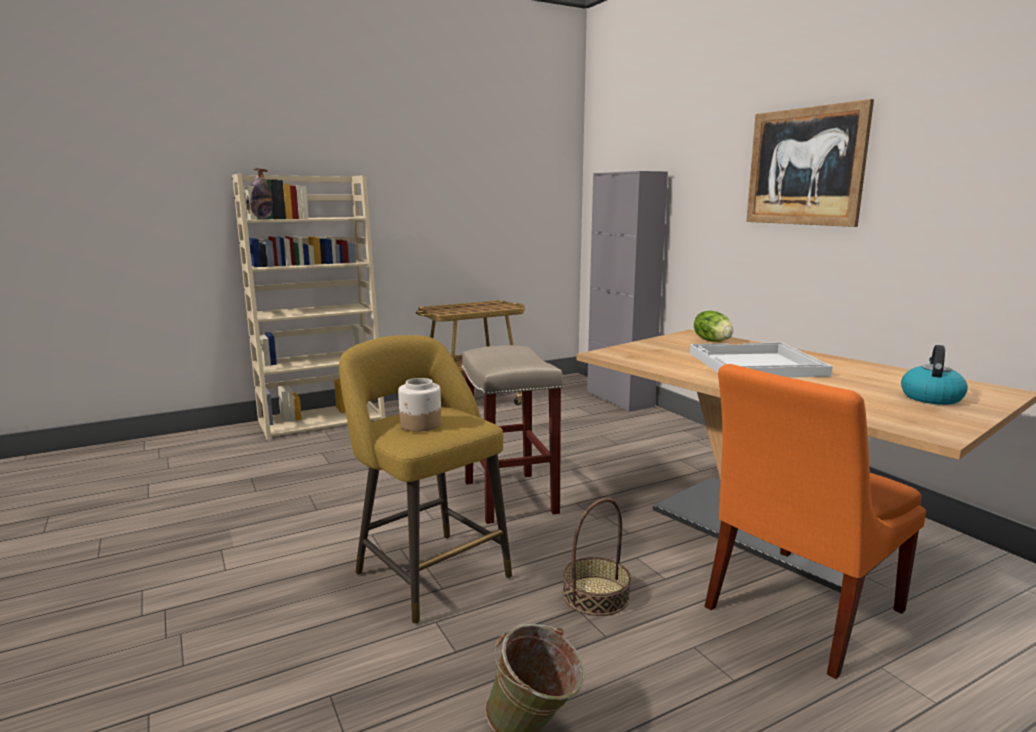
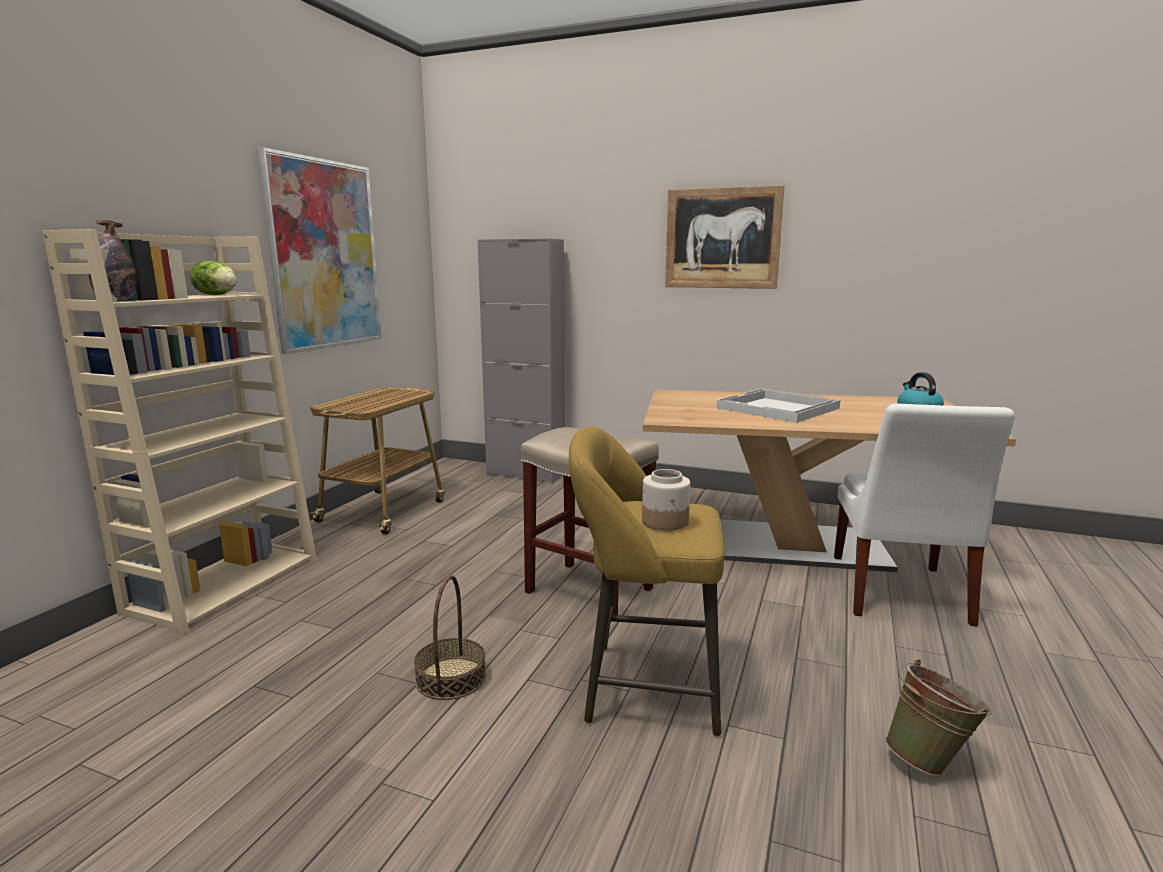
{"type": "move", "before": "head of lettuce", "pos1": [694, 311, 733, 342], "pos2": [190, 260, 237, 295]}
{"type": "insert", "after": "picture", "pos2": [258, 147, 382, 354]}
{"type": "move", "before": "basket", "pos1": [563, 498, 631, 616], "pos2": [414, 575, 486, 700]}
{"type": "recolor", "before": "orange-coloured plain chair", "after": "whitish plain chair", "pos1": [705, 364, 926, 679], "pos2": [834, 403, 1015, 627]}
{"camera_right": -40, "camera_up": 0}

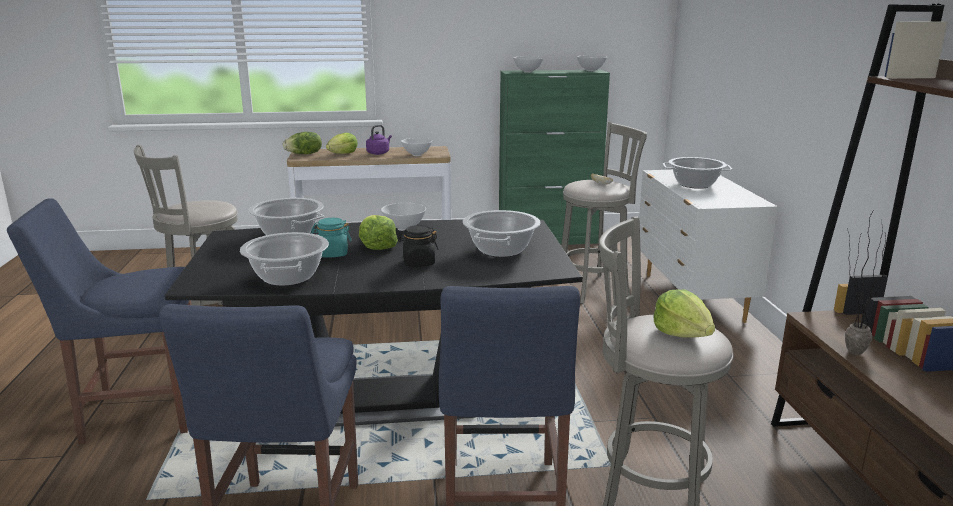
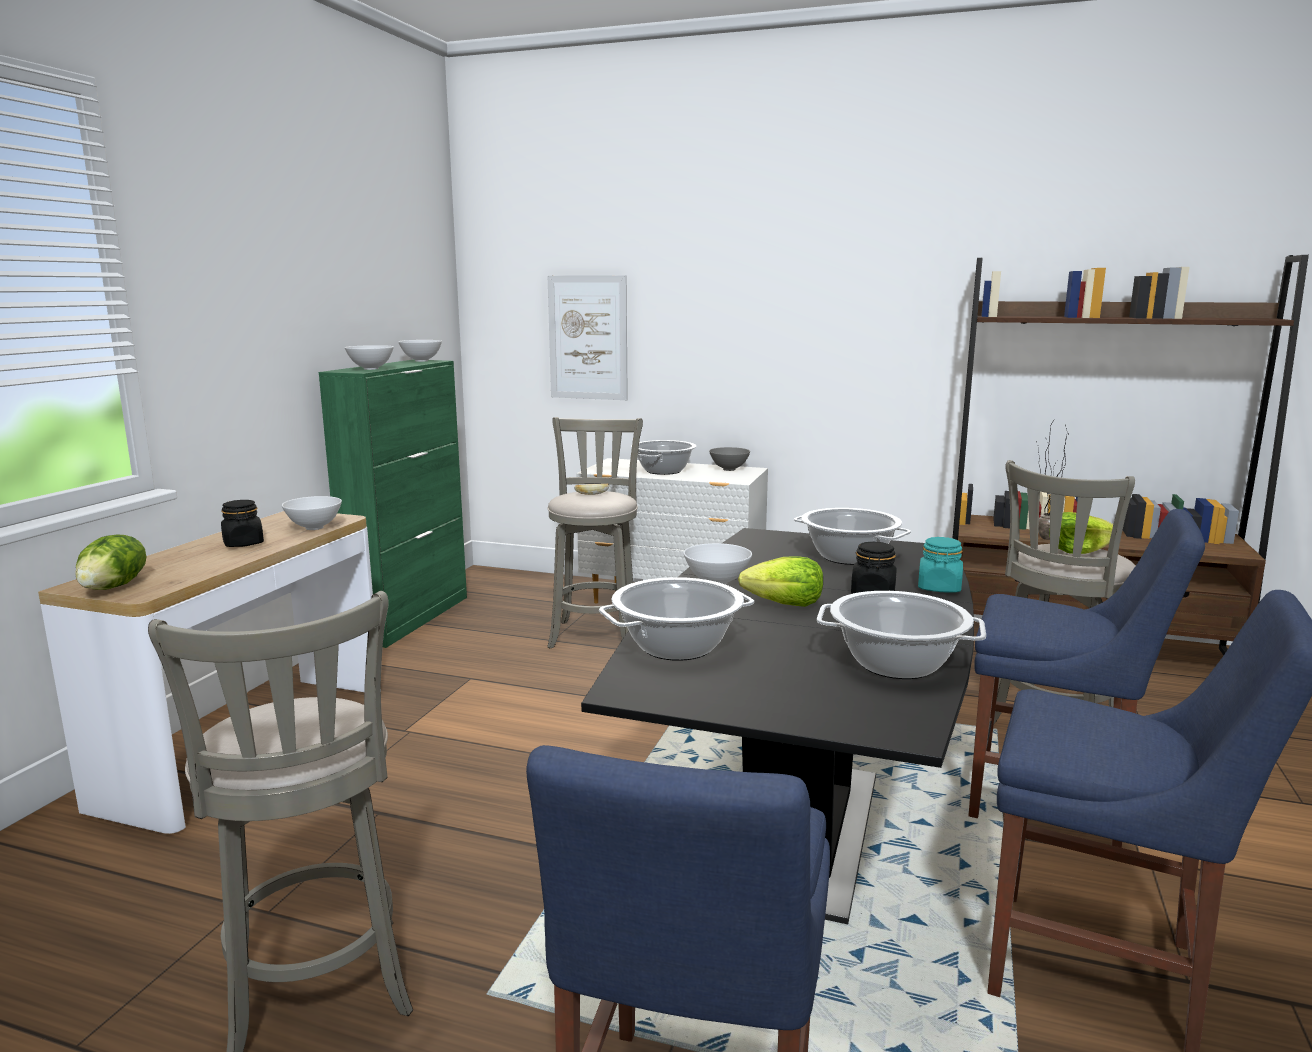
{"type": "replace", "before": "purple-coloured water kettle", "after": "blackish storage jar", "pos1": [366, 125, 392, 155], "pos2": [221, 500, 264, 547]}
{"type": "insert", "after": "picture", "pos2": [548, 275, 628, 400]}
{"type": "insert", "after": "grey serving bowl", "pos2": [709, 447, 750, 471]}
{"type": "move", "before": "turquoise storage jar", "pos1": [311, 218, 351, 257], "pos2": [918, 537, 963, 593]}
{"type": "delete", "before": "head of lettuce", "pos1": [326, 132, 358, 154]}
{"camera_right": -65, "camera_up": -5}

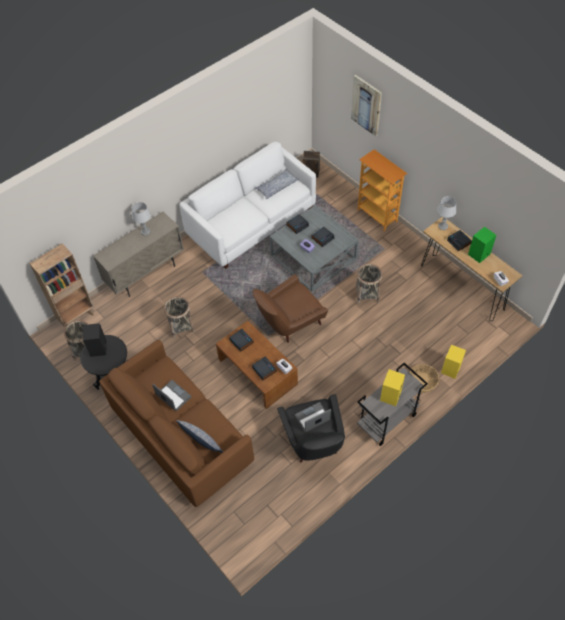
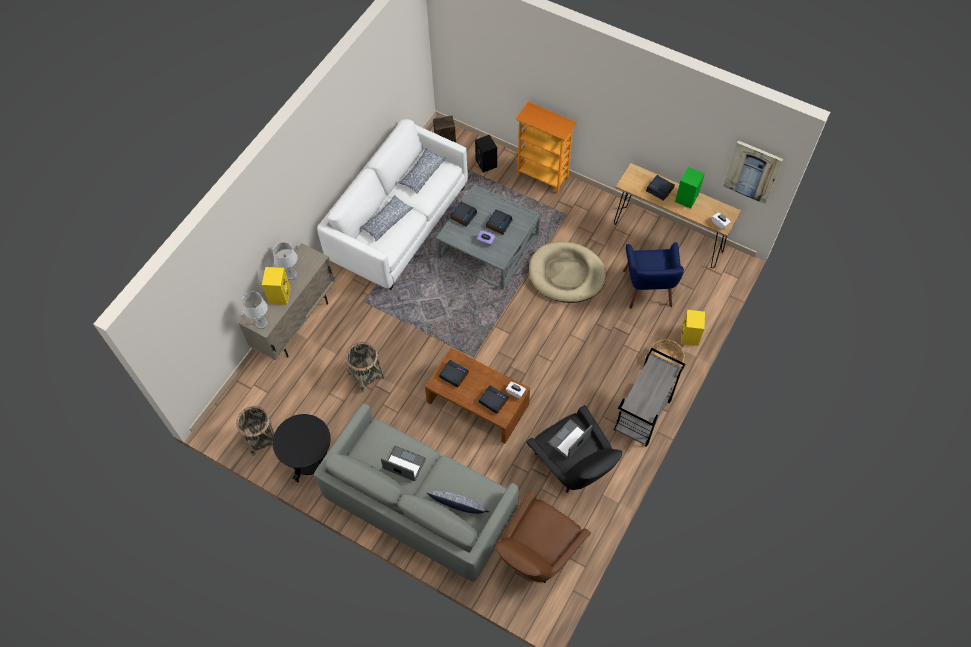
{"type": "move", "before": "grey lamp for a table", "pos1": [437, 196, 456, 230], "pos2": [242, 292, 268, 329]}
{"type": "move", "before": "yellow-coloured audio speaker", "pos1": [380, 369, 405, 406], "pos2": [262, 267, 291, 305]}
{"type": "recolor", "before": "brown couch", "after": "grey couch", "pos1": [99, 340, 254, 507], "pos2": [314, 403, 519, 582]}
{"type": "insert", "after": "cushion", "pos2": [360, 195, 413, 241]}
{"type": "move", "before": "blackish audio speaker", "pos1": [83, 323, 107, 357], "pos2": [475, 134, 497, 173]}
{"type": "move", "before": "brown lounge chair", "pos1": [253, 274, 328, 343], "pos2": [496, 491, 591, 583]}
{"type": "replace", "before": "basket", "after": "sand-coloured pet bed", "pos1": [356, 264, 382, 303], "pos2": [529, 242, 606, 303]}
{"type": "insert", "after": "blue lounge chair", "pos2": [623, 242, 684, 309]}
{"type": "move", "before": "picture", "pos1": [351, 74, 382, 136], "pos2": [723, 140, 783, 204]}
{"type": "delete", "before": "brown bookcase", "pos1": [29, 243, 94, 327]}
{"camera_right": -20, "camera_up": 5}

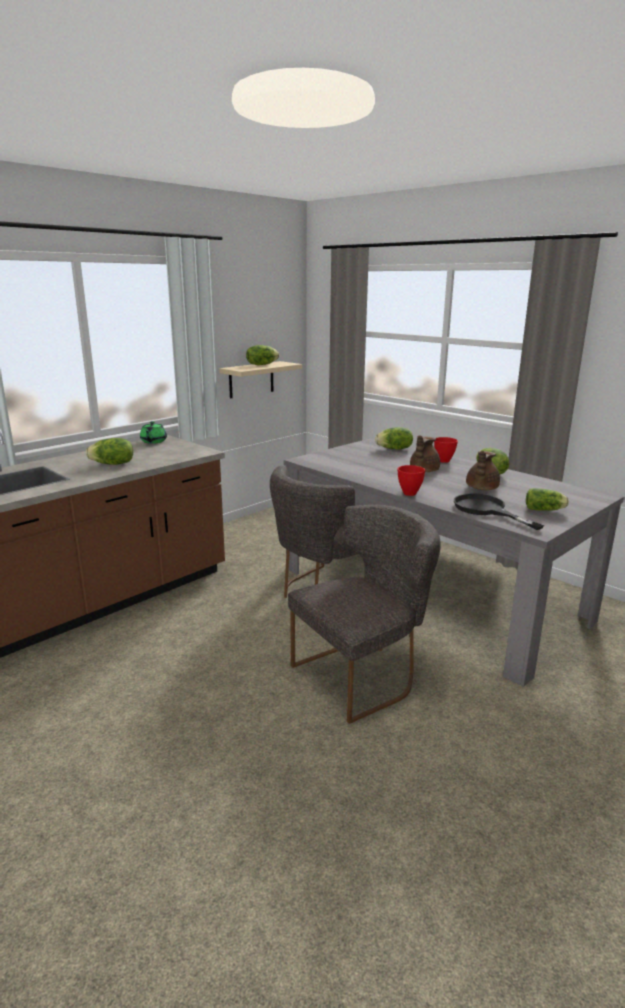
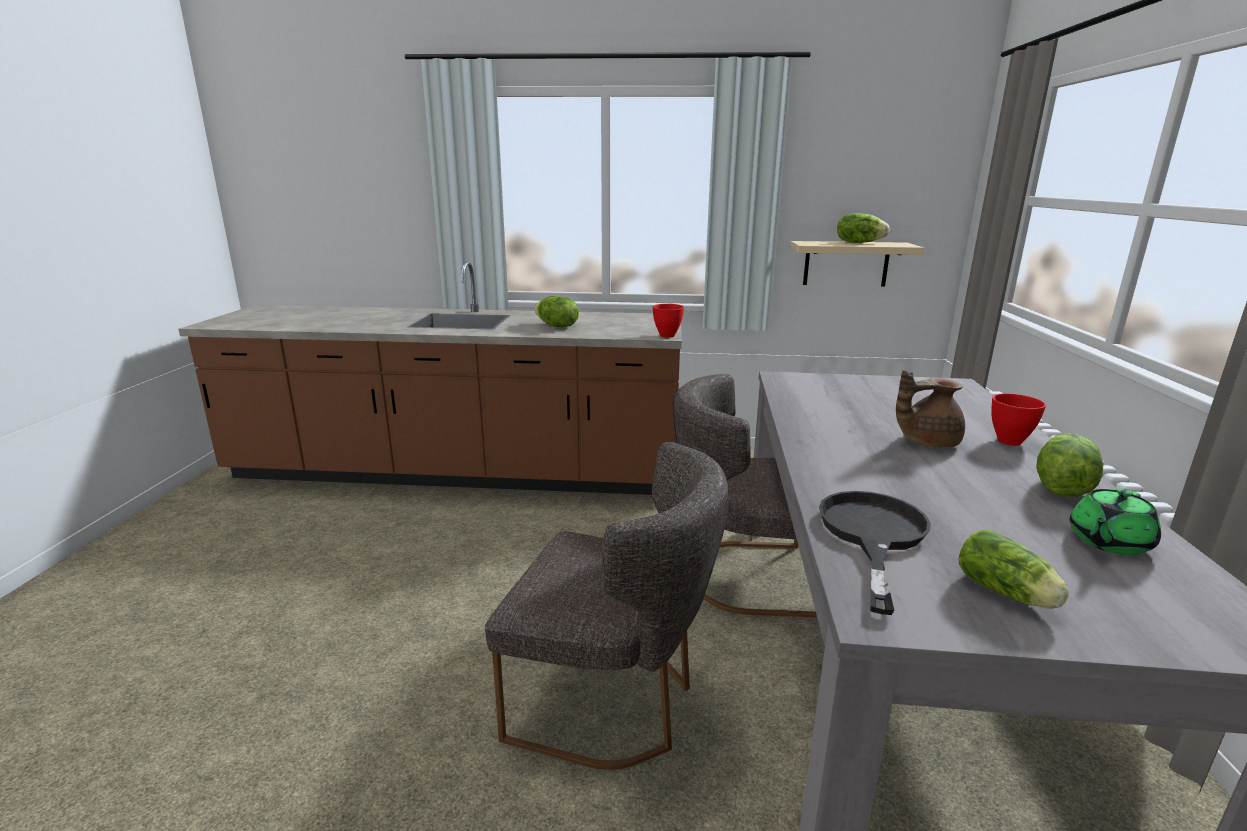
{"type": "move", "before": "red-coloured serving bowl", "pos1": [397, 465, 425, 496], "pos2": [652, 304, 684, 338]}
{"type": "move", "before": "green-coloured pot for tea", "pos1": [140, 421, 167, 444], "pos2": [1070, 488, 1161, 555]}
{"type": "delete", "before": "head of lettuce", "pos1": [375, 427, 413, 450]}
{"type": "delete", "before": "brown pot for tea", "pos1": [466, 451, 500, 490]}
{"camera_right": 50, "camera_up": 0}

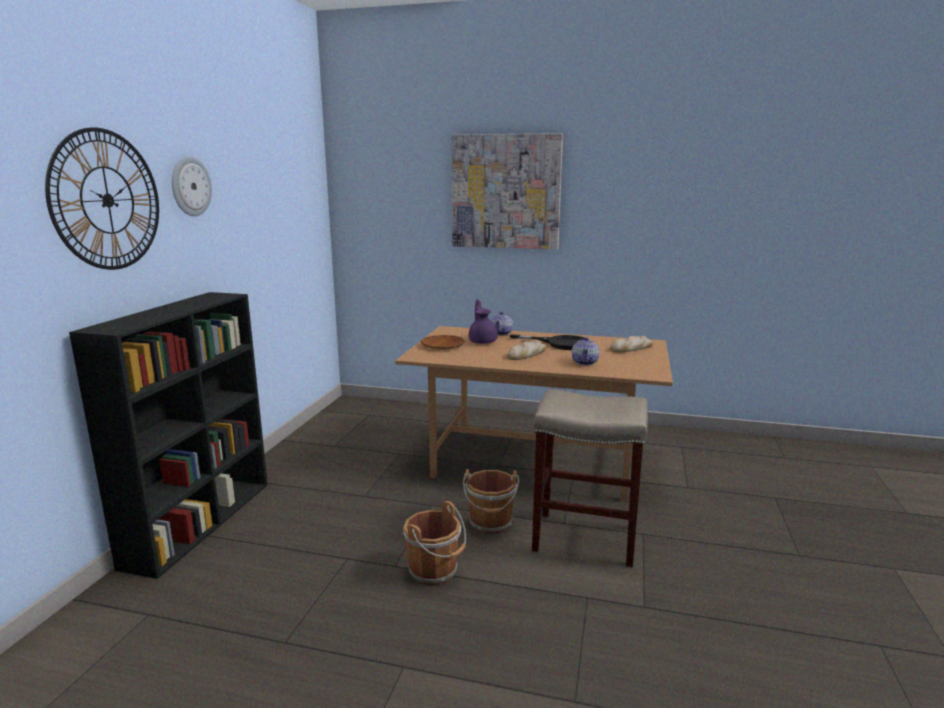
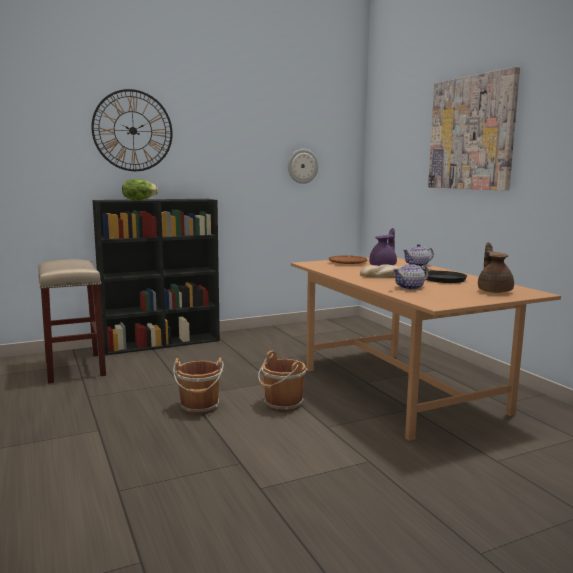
{"type": "move", "before": "sand-coloured sitting stool", "pos1": [532, 389, 648, 567], "pos2": [38, 259, 106, 383]}
{"type": "insert", "after": "head of lettuce", "pos2": [122, 179, 158, 200]}
{"type": "move", "before": "hanging clock", "pos1": [172, 156, 212, 216], "pos2": [288, 149, 318, 184]}
{"type": "replace", "before": "bakery bread", "after": "brown pot for tea", "pos1": [610, 336, 653, 352], "pos2": [478, 242, 514, 293]}
{"camera_right": 50, "camera_up": -5}

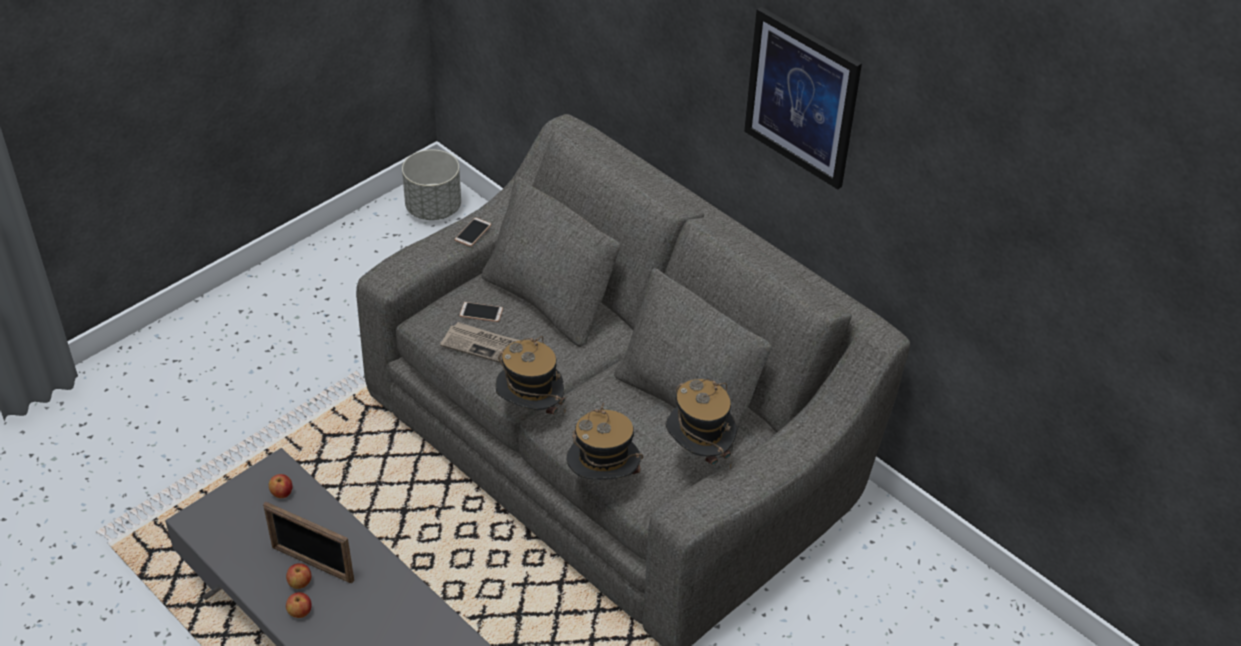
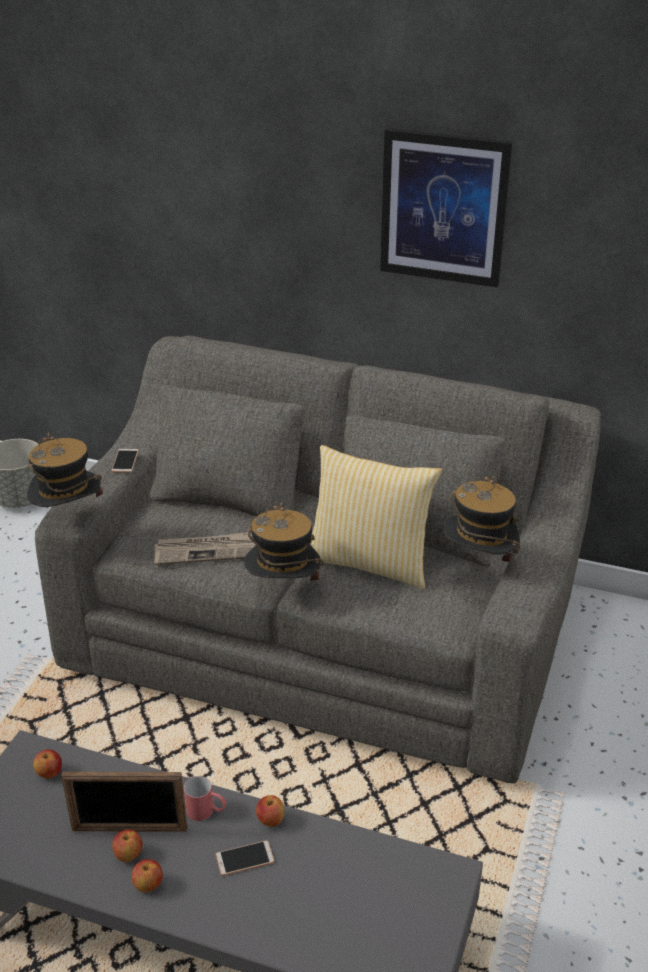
{"type": "move", "before": "hat", "pos1": [566, 403, 644, 480], "pos2": [27, 432, 103, 507]}
{"type": "insert", "after": "red-coloured mug", "pos2": [184, 776, 227, 821]}
{"type": "move", "before": "phone", "pos1": [459, 302, 503, 322], "pos2": [215, 840, 275, 876]}
{"type": "insert", "after": "apple fruit", "pos2": [256, 795, 285, 827]}
{"type": "insert", "after": "cushion", "pos2": [310, 445, 442, 590]}
{"camera_right": -25, "camera_up": -10}

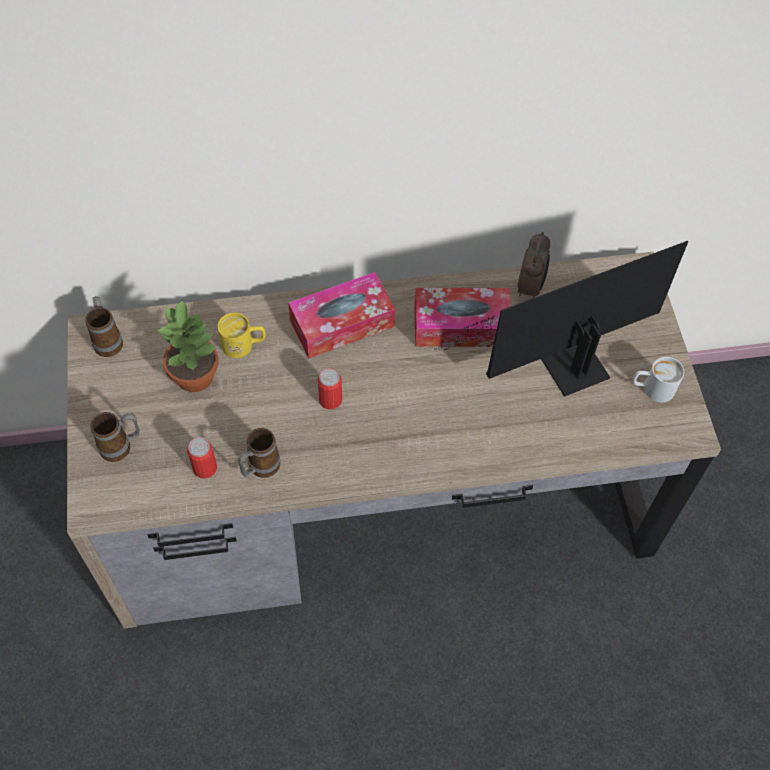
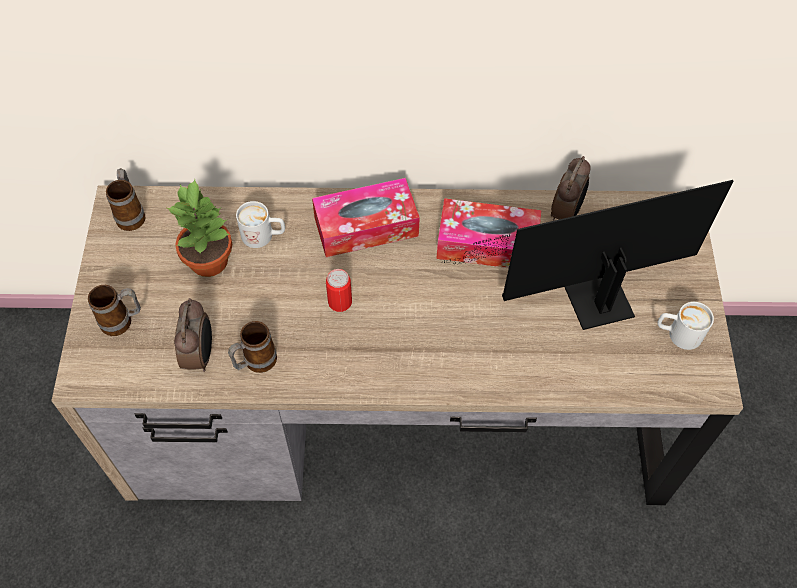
{"type": "replace", "before": "sealed can", "after": "alarm clock", "pos1": [187, 437, 217, 479], "pos2": [174, 298, 212, 372]}
{"type": "recolor", "before": "yellow-coloured mug", "after": "whitish mug", "pos1": [217, 313, 266, 358], "pos2": [236, 201, 285, 248]}
{"camera_right": 10, "camera_up": 0}

